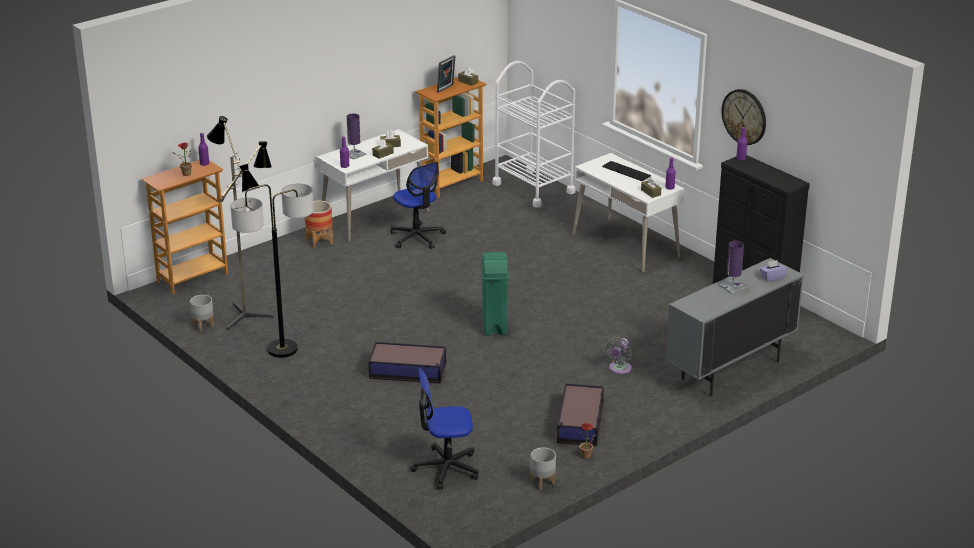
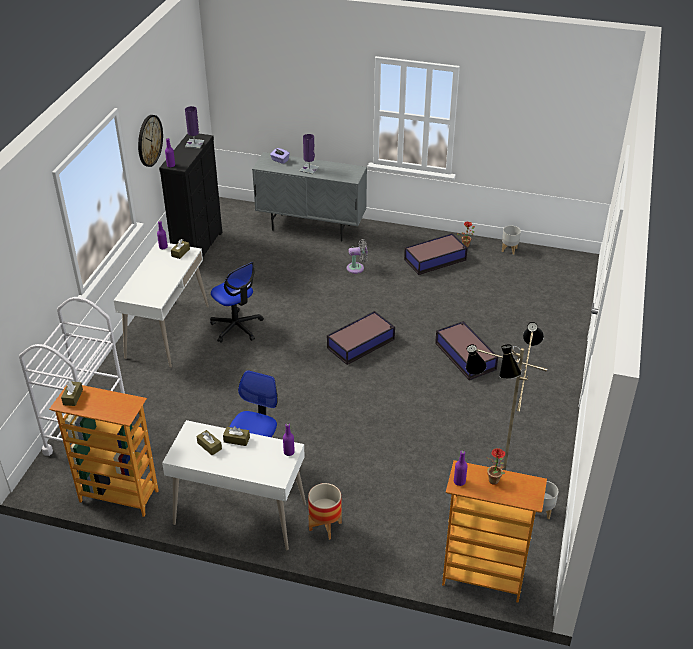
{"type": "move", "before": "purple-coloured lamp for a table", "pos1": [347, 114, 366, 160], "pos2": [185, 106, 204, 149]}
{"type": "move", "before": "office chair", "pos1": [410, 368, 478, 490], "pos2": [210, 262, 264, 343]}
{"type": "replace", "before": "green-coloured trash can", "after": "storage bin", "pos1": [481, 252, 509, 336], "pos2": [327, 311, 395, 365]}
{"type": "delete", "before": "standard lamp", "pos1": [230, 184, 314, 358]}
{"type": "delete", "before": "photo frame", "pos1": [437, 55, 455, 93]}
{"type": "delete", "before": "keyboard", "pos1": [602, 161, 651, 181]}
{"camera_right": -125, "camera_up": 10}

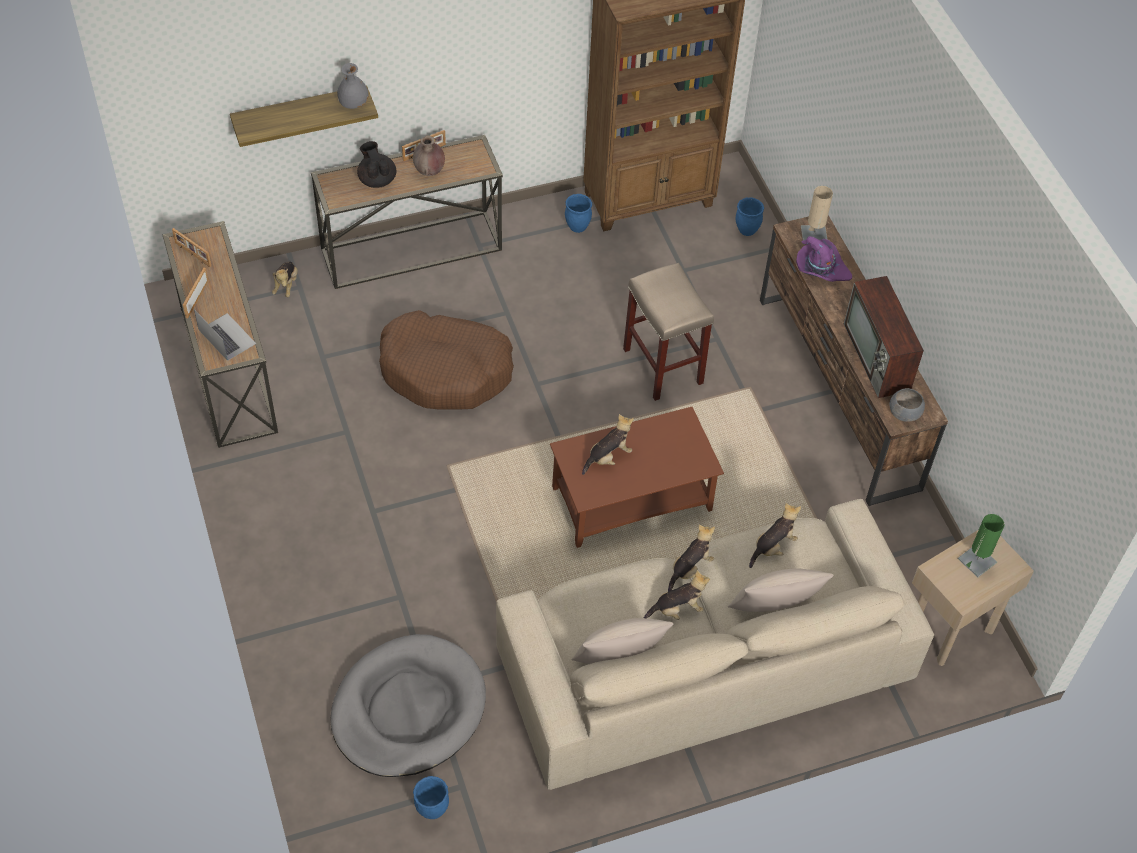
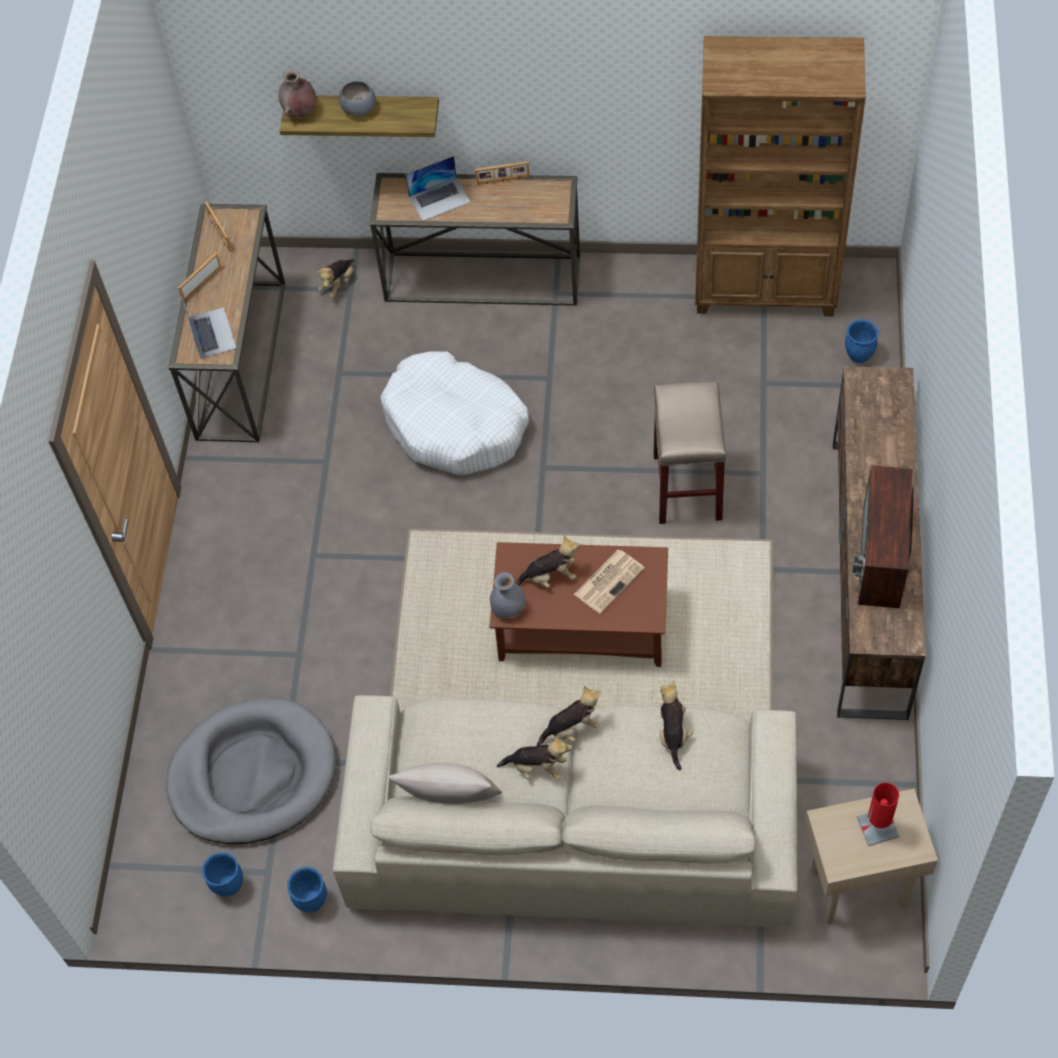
{"type": "move", "before": "brown vase", "pos1": [413, 135, 445, 176], "pos2": [278, 70, 316, 117]}
{"type": "move", "before": "blue plant pot", "pos1": [565, 194, 592, 233], "pos2": [287, 867, 327, 912]}
{"type": "move", "before": "grey serving bowl", "pos1": [889, 388, 925, 422], "pos2": [339, 81, 376, 117]}
{"type": "recolor", "before": "brown pet bed", "after": "whitish pet bed", "pos1": [379, 310, 514, 410], "pos2": [380, 351, 529, 475]}
{"type": "replace", "before": "blackish pot for tea", "after": "laptop", "pos1": [357, 141, 396, 188], "pos2": [405, 156, 471, 221]}
{"type": "move", "before": "grey vase", "pos1": [337, 63, 369, 109], "pos2": [490, 572, 526, 619]}
{"type": "insert", "after": "printed paper", "pos2": [574, 550, 645, 614]}
{"type": "rotate", "before": "cuddly toy", "pos1": [749, 503, 801, 568], "pos2": [660, 680, 693, 770], "turn": -75}
{"type": "recolor", "before": "green-coloured lamp for a table", "after": "red-coloured lamp for a table", "pos1": [958, 514, 1004, 577], "pos2": [857, 783, 899, 846]}
{"type": "delete", "before": "sand-coloured cushion", "pos1": [728, 568, 833, 612]}
{"type": "delete", "before": "purple-coloured hat", "pos1": [796, 236, 852, 282]}
{"type": "delete", "before": "sand-coloured lamp for a table", "pos1": [801, 186, 833, 245]}
{"camera_right": 30, "camera_up": 5}

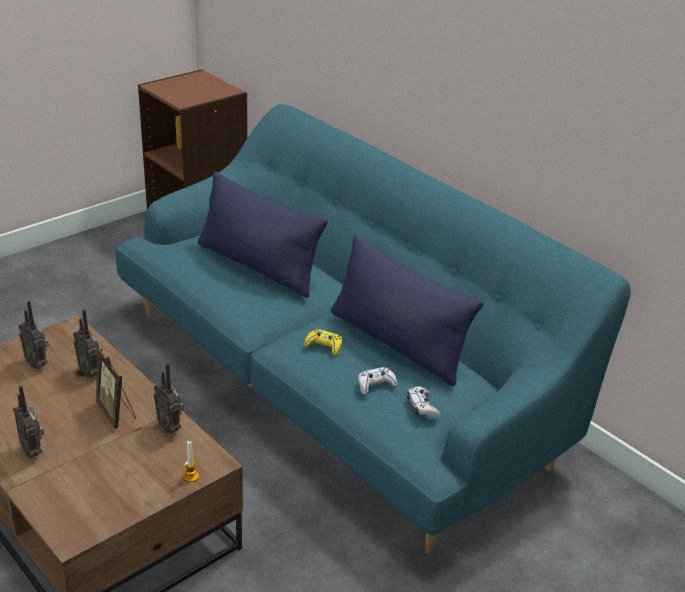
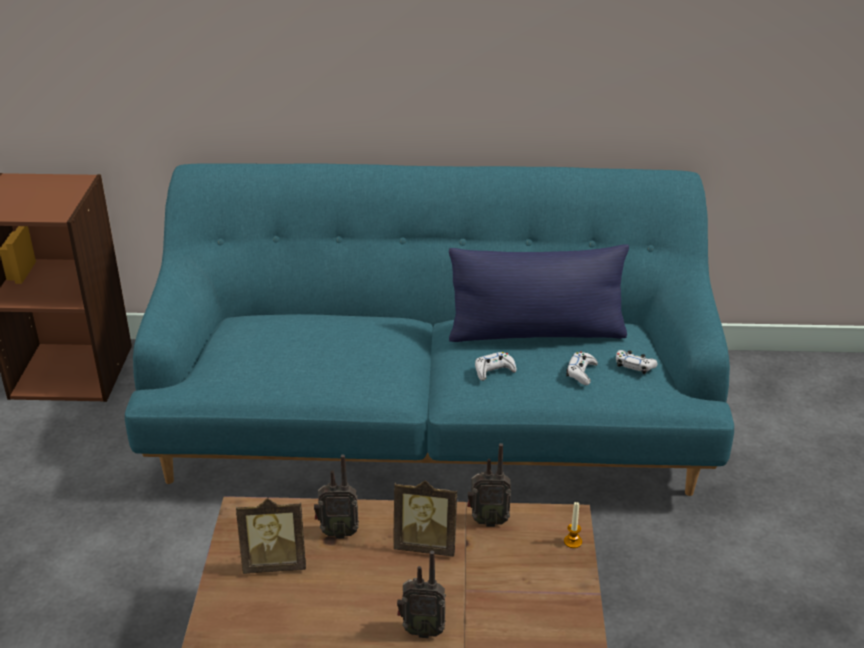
{"type": "replace", "before": "radio set", "after": "photo frame", "pos1": [19, 300, 49, 369], "pos2": [236, 498, 306, 574]}
{"type": "recolor", "before": "yellow-coloured joypad", "after": "whitish joypad", "pos1": [304, 329, 342, 356], "pos2": [475, 352, 517, 381]}
{"type": "delete", "before": "blue cushion", "pos1": [198, 171, 328, 298]}
{"camera_right": -45, "camera_up": 0}

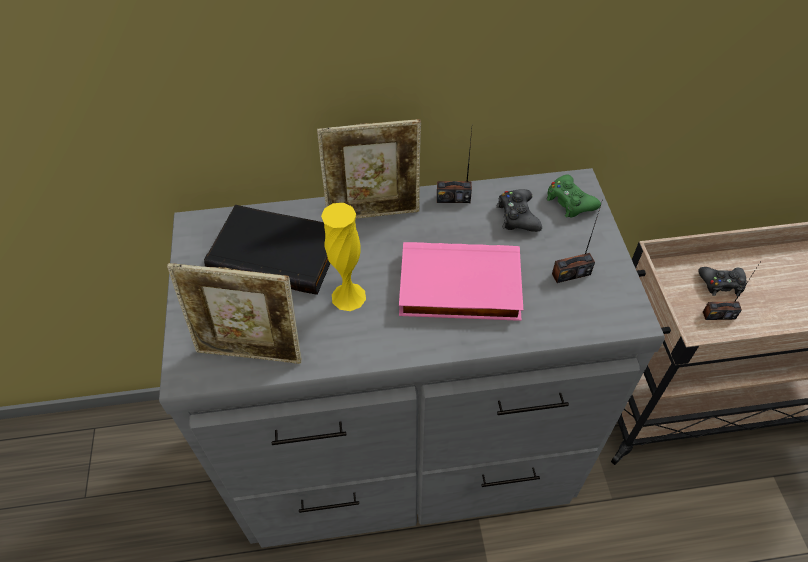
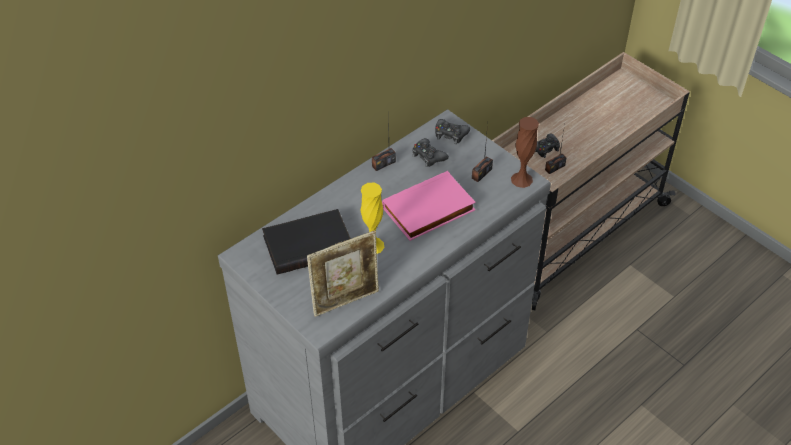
{"type": "recolor", "before": "green-coloured joypad", "after": "blackish joypad", "pos1": [547, 174, 601, 218], "pos2": [435, 119, 470, 144]}
{"type": "insert", "after": "brown vase", "pos2": [511, 117, 539, 188]}
{"type": "delete", "before": "photo frame", "pos1": [317, 119, 421, 219]}
{"camera_right": -35, "camera_up": -5}

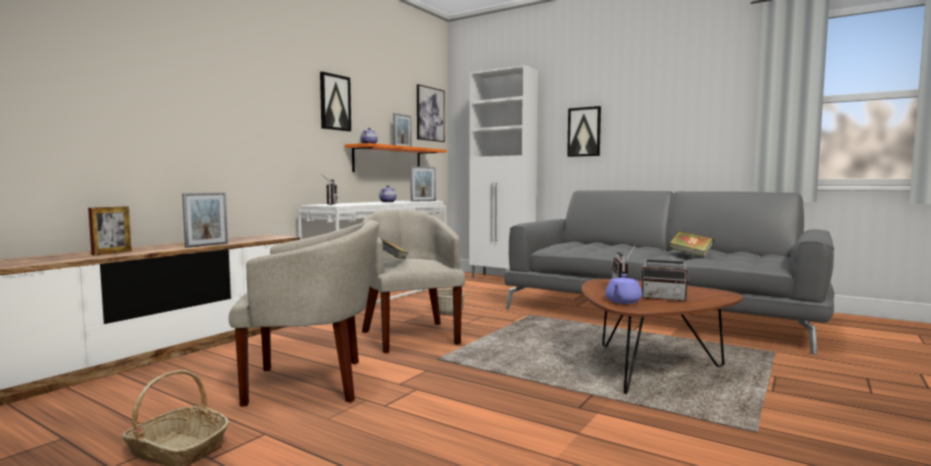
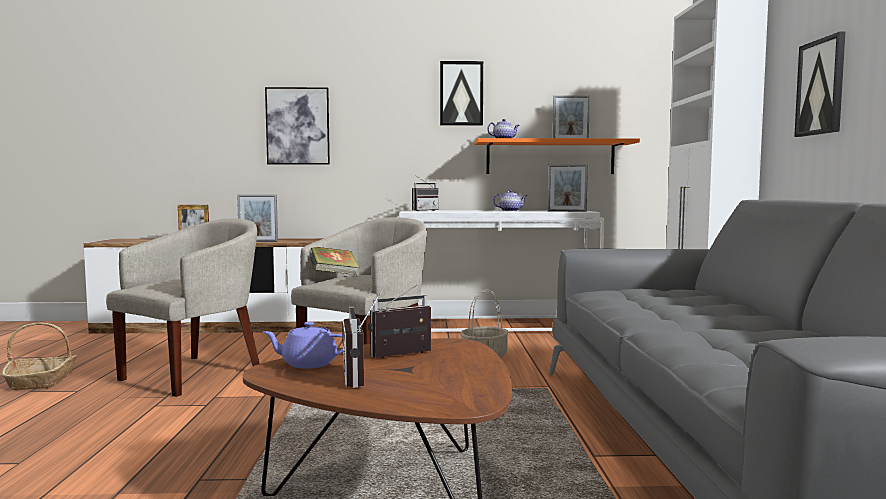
{"type": "rotate", "before": "sand-coloured lounge chair", "pos1": [229, 220, 379, 407], "pos2": [106, 218, 260, 397], "turn": -105}
{"type": "move", "before": "picture", "pos1": [417, 84, 445, 142], "pos2": [265, 87, 330, 164]}
{"type": "delete", "before": "bound book", "pos1": [669, 231, 714, 258]}
{"camera_right": 55, "camera_up": 0}

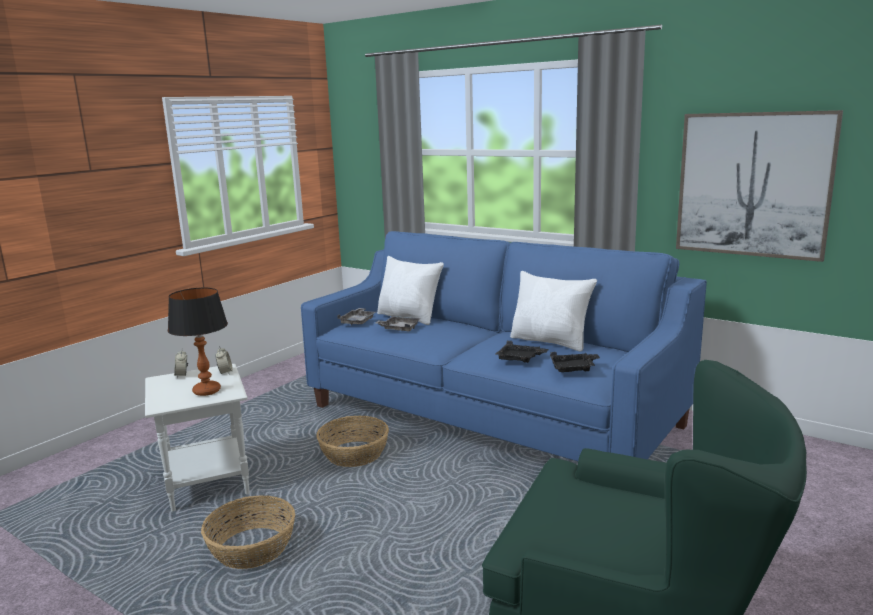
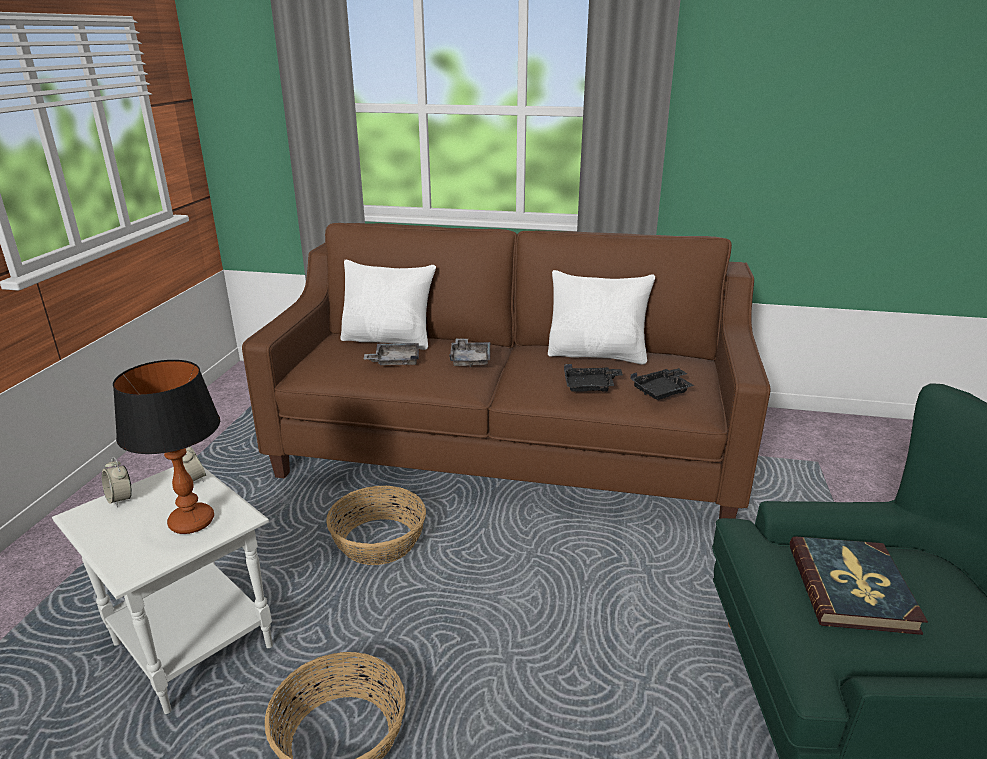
{"type": "recolor", "before": "blue couch", "after": "brown couch", "pos1": [301, 231, 707, 461], "pos2": [242, 223, 770, 519]}
{"type": "move", "before": "grey tray", "pos1": [337, 308, 376, 325], "pos2": [449, 338, 490, 367]}
{"type": "insert", "after": "bound book", "pos2": [790, 536, 928, 635]}
{"type": "delete", "before": "picture", "pos1": [676, 110, 843, 262]}
{"camera_right": -25, "camera_up": 10}

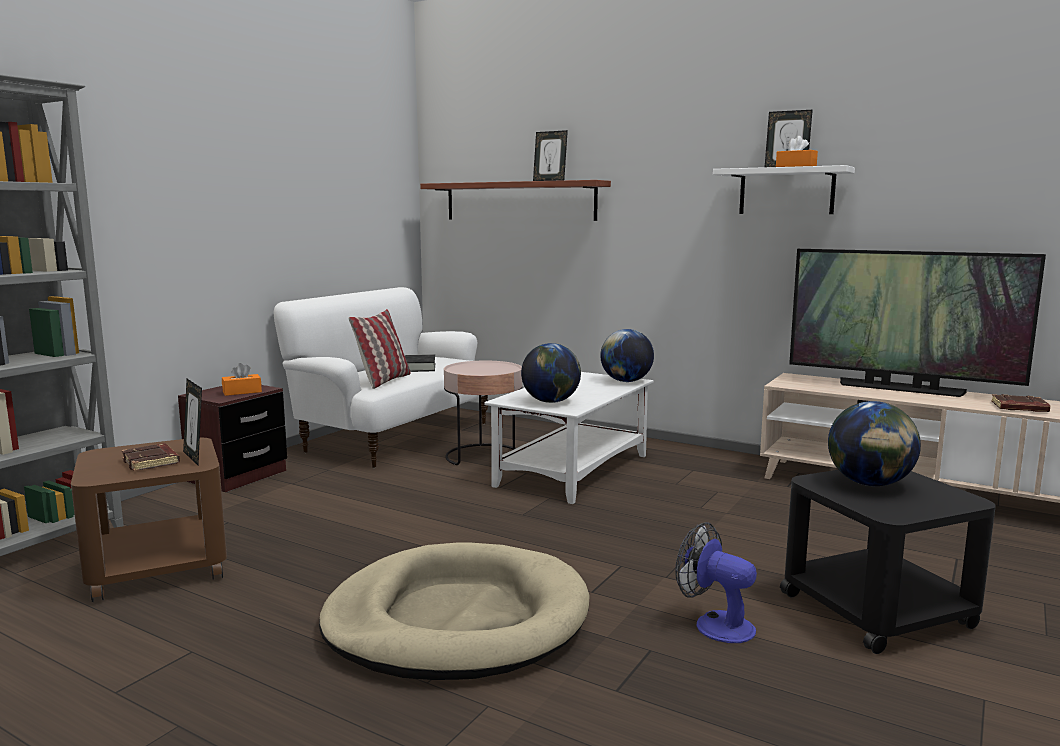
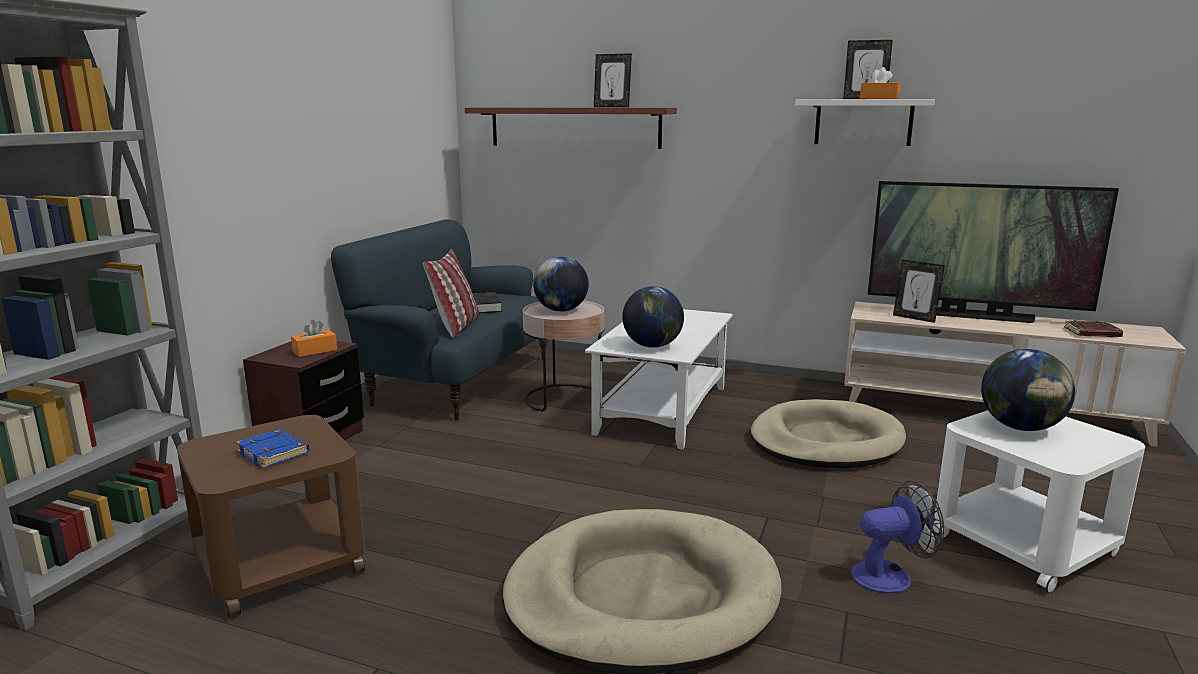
{"type": "recolor", "before": "brown bound book", "after": "blue bound book", "pos1": [122, 443, 180, 471], "pos2": [235, 429, 309, 468]}
{"type": "recolor", "before": "whitish couch", "after": "blue couch", "pos1": [273, 287, 488, 468], "pos2": [331, 219, 548, 421]}
{"type": "move", "before": "globe", "pos1": [600, 329, 654, 382], "pos2": [533, 256, 589, 312]}
{"type": "insert", "after": "sand-coloured pet bed", "pos2": [751, 399, 906, 469]}
{"type": "rotate", "before": "fan", "pos1": [675, 522, 757, 643], "pos2": [851, 480, 944, 593], "turn": 135}
{"type": "move", "before": "photo frame", "pos1": [183, 379, 202, 465], "pos2": [893, 260, 945, 323]}
{"type": "recolor", "before": "blackish end table", "after": "whitish end table", "pos1": [780, 470, 996, 654], "pos2": [932, 410, 1145, 593]}
{"camera_right": -10, "camera_up": 5}

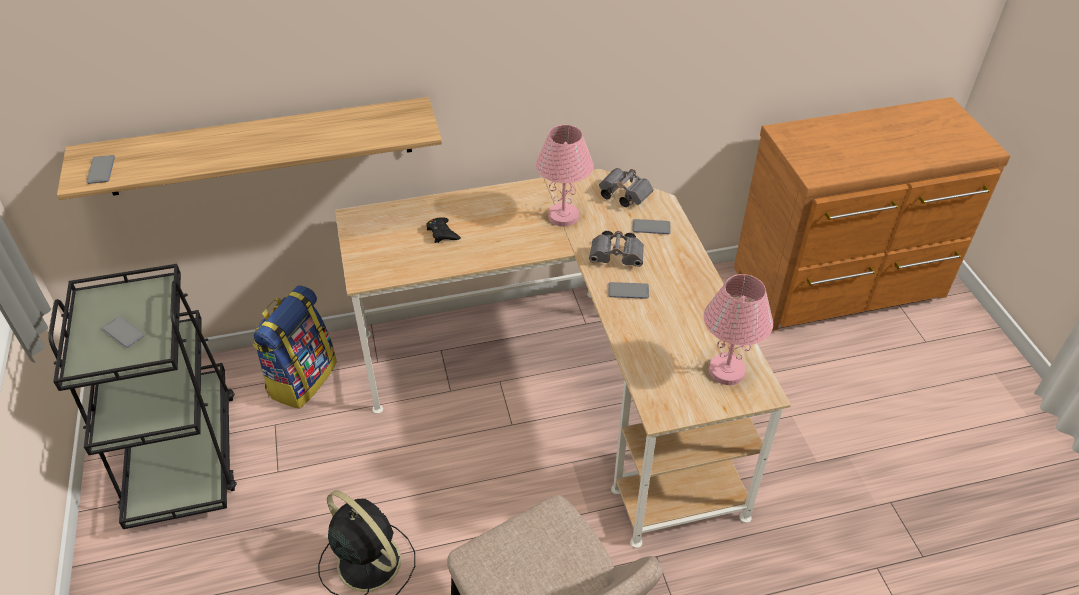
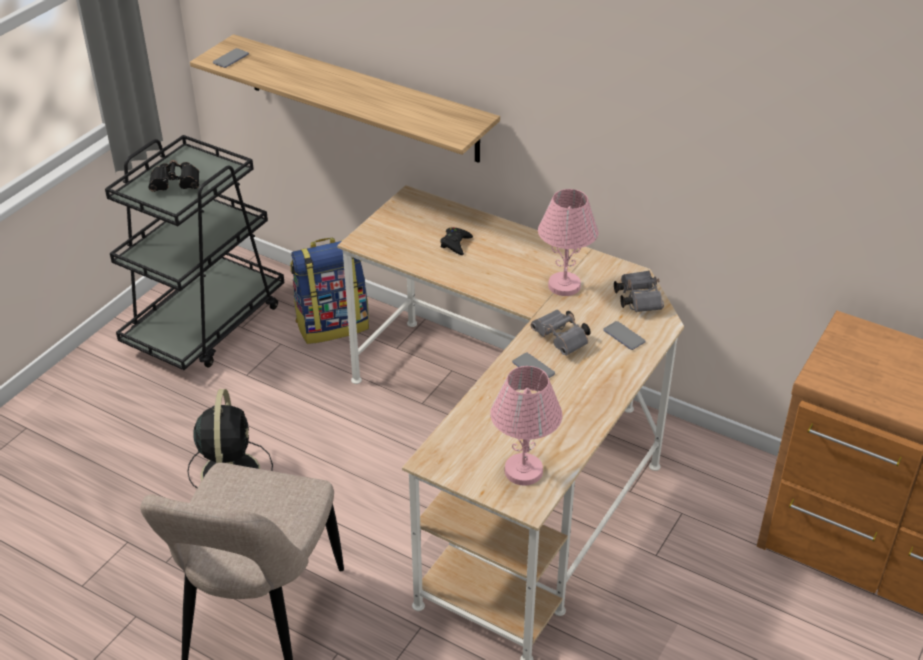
{"type": "replace", "before": "phone", "after": "blackish field glasses", "pos1": [102, 316, 144, 347], "pos2": [148, 160, 199, 192]}
{"camera_right": 45, "camera_up": -5}

